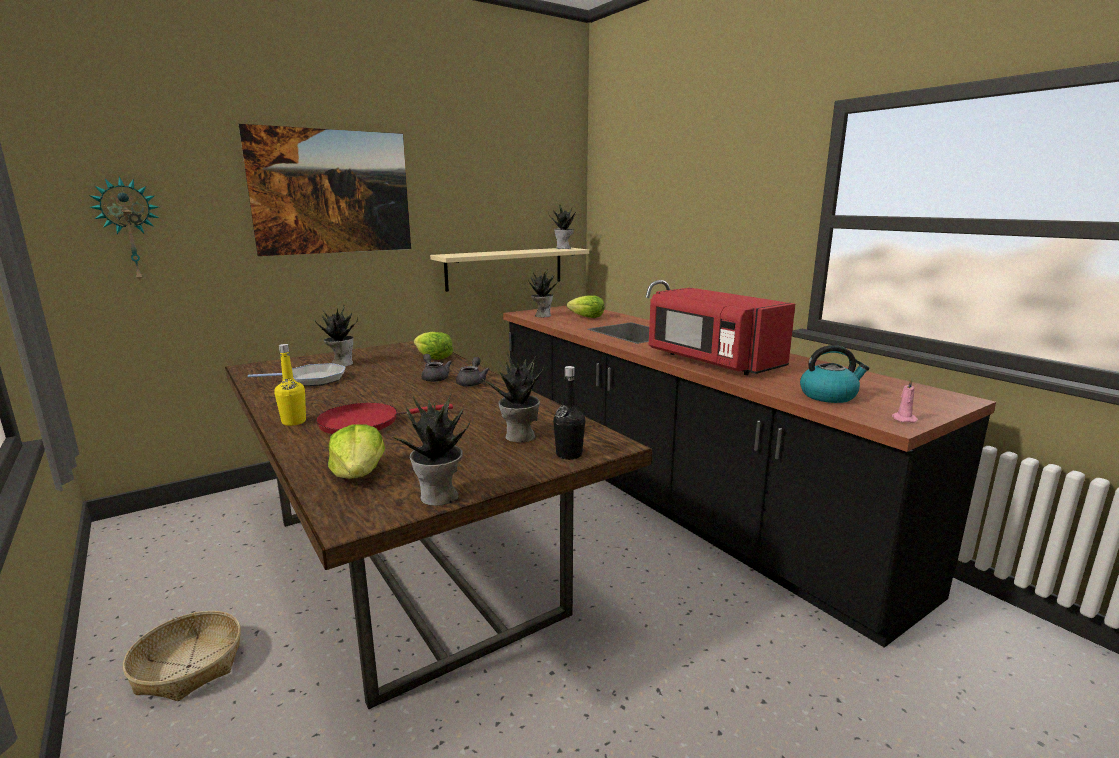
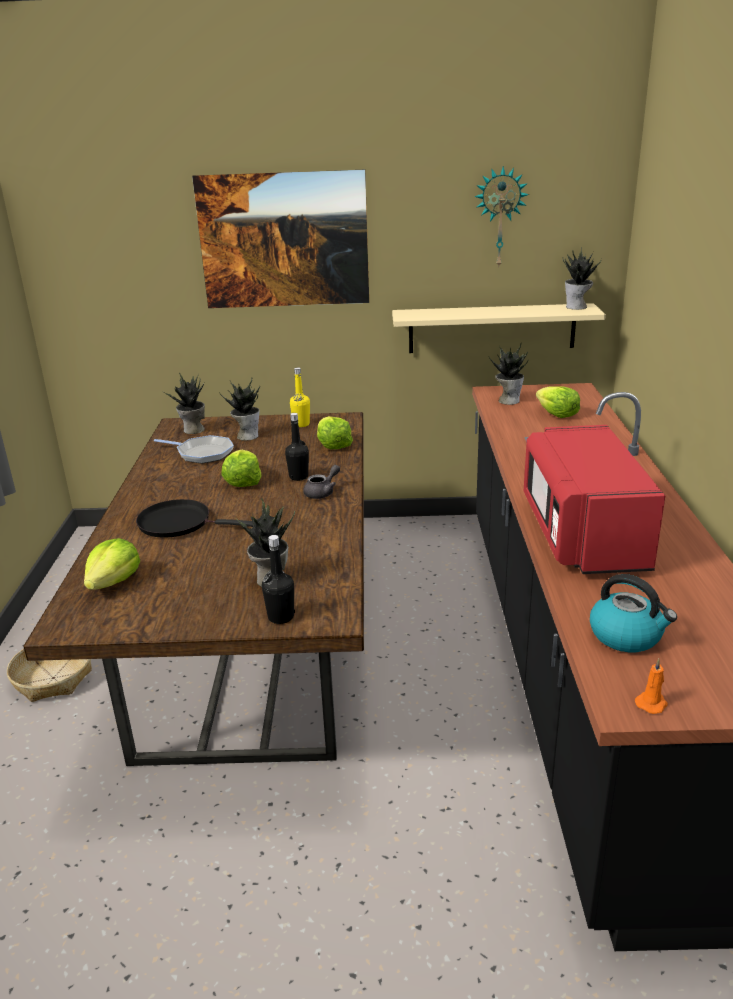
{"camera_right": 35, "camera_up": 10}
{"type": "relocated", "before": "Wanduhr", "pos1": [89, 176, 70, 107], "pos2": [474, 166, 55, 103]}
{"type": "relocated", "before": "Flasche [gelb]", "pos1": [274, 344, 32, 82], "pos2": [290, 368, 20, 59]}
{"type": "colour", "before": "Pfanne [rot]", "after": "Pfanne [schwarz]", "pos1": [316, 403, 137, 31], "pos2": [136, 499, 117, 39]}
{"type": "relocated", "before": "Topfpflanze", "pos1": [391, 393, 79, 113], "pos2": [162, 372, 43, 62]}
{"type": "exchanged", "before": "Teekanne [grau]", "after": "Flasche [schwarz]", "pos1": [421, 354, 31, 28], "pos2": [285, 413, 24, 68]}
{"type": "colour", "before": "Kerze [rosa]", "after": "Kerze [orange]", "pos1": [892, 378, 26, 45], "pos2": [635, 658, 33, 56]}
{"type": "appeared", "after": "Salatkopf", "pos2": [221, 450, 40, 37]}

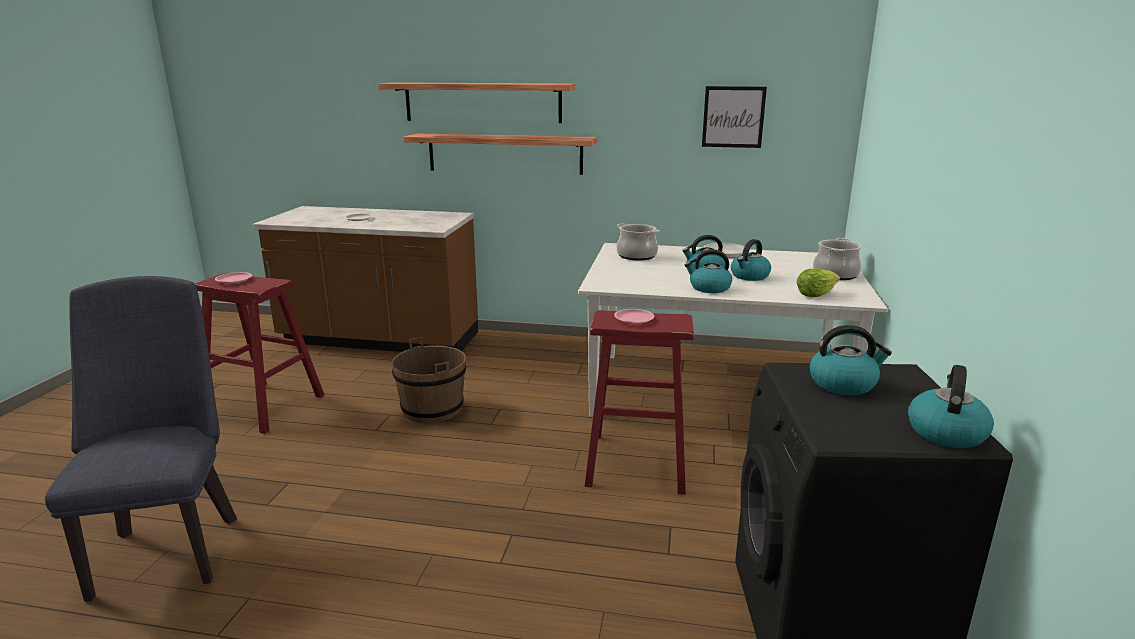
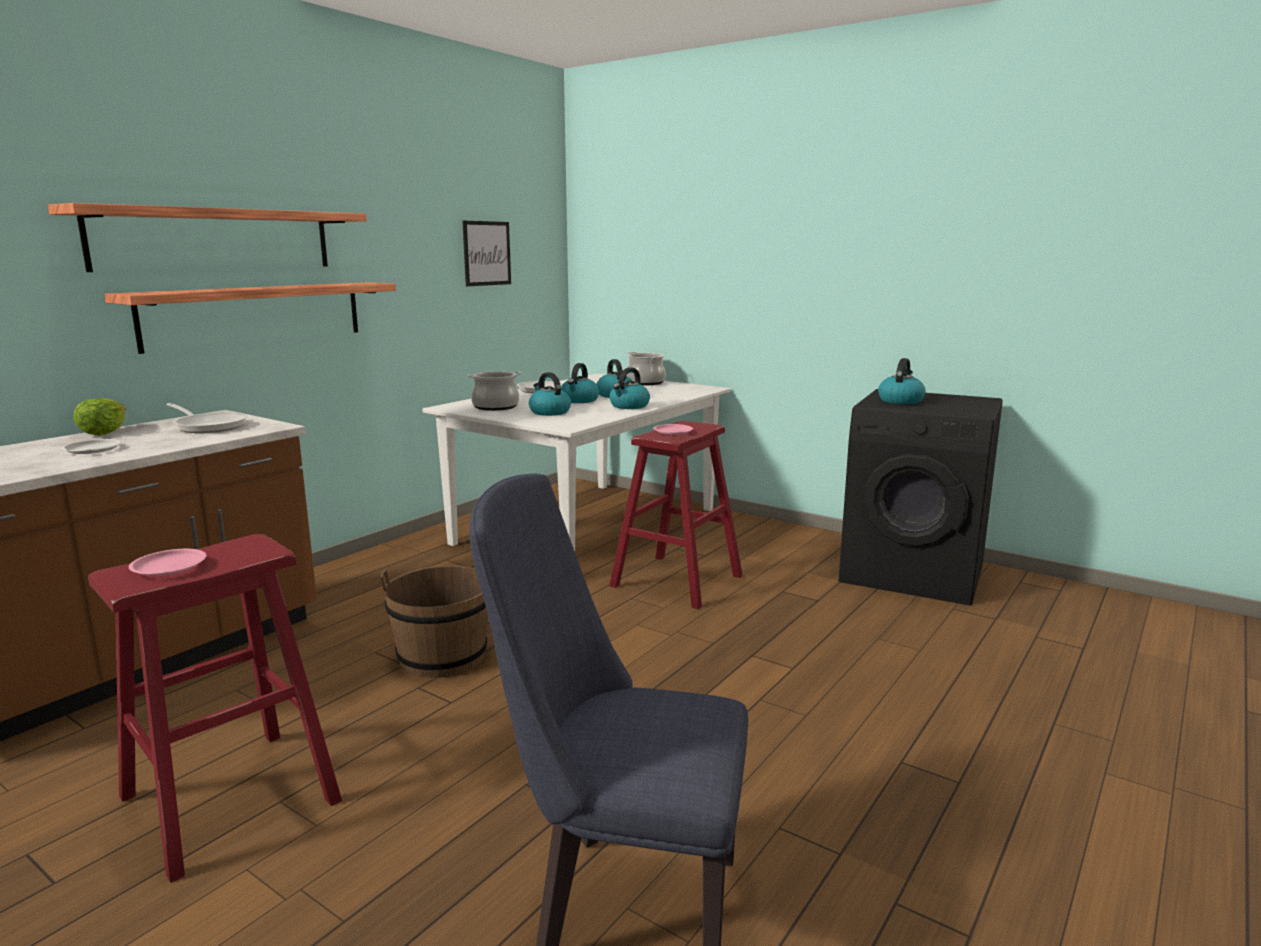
{"camera_right": -65, "camera_up": -5}
{"type": "relocated", "before": "Salatkopf", "pos1": [797, 269, 43, 28], "pos2": [73, 398, 53, 38]}
{"type": "relocated", "before": "Wasserkessel", "pos1": [908, 365, 86, 83], "pos2": [529, 372, 42, 44]}
{"type": "appeared", "after": "Pfanne", "pos2": [166, 403, 82, 30]}

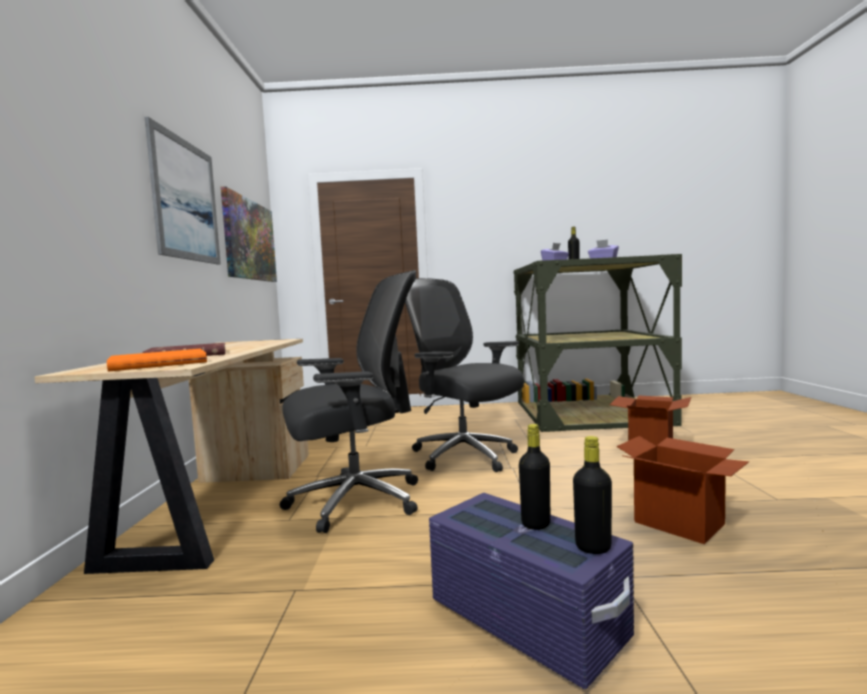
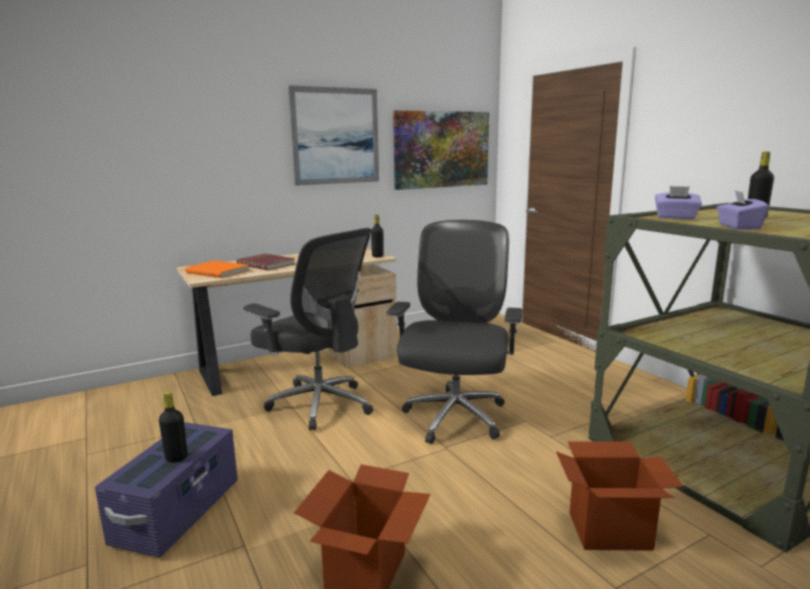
{"camera_right": 60, "camera_up": 10}
{"type": "relocated", "before": "Flasche [schwarz]", "pos1": [573, 436, 39, 118], "pos2": [371, 215, 13, 42]}

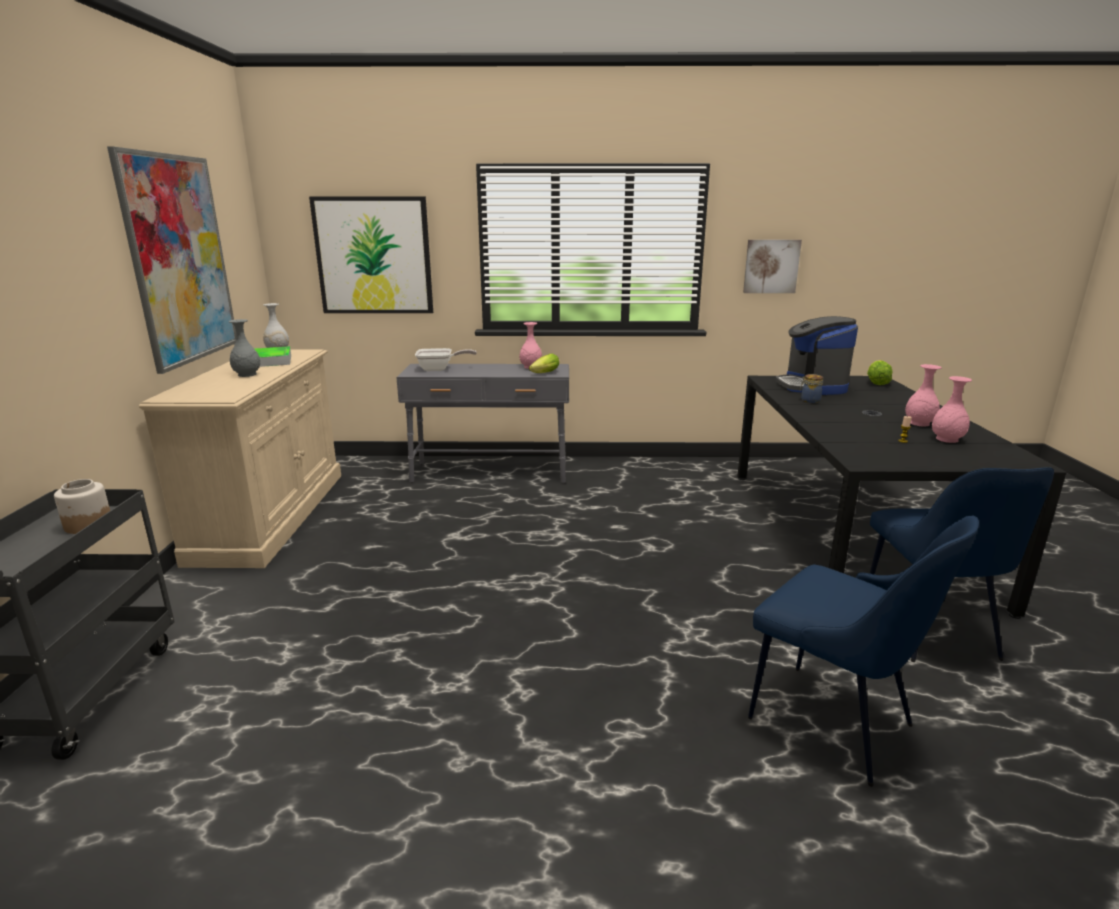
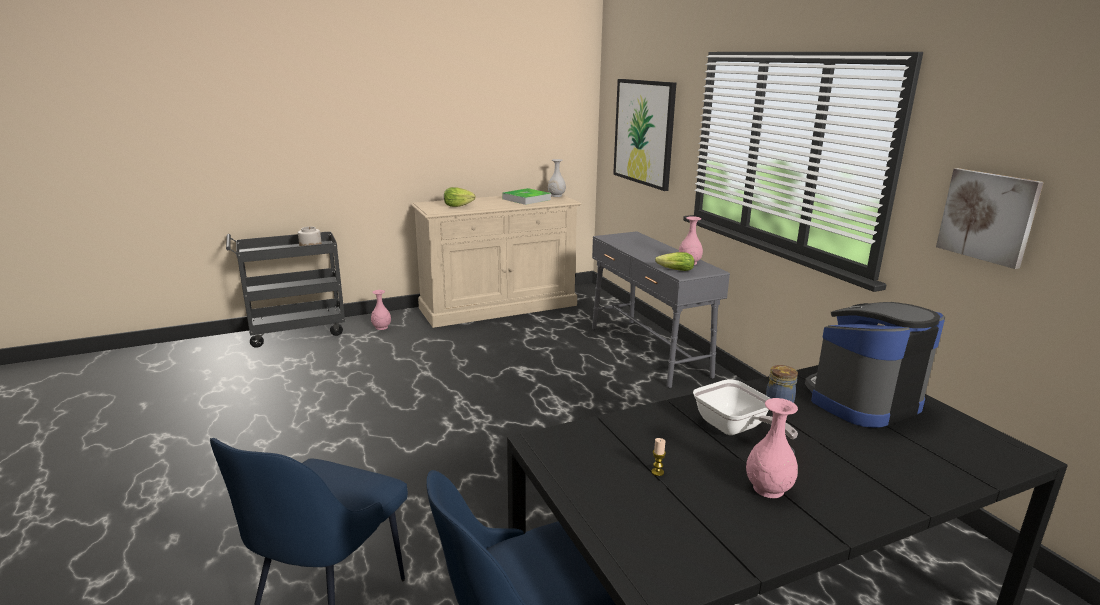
{"camera_right": 65, "camera_up": 0}
{"type": "missing", "before": "Bild", "pos1": [107, 146, 130, 228]}
{"type": "missing", "before": "Vase [grau]", "pos1": [229, 319, 31, 58]}
{"type": "relocated", "before": "Pfanne", "pos1": [415, 348, 62, 23], "pos2": [693, 379, 105, 60]}
{"type": "relocated", "before": "Salatkopf", "pos1": [867, 360, 26, 25], "pos2": [444, 187, 31, 20]}
{"type": "relocated", "before": "Vase [rosa]", "pos1": [932, 376, 40, 67], "pos2": [371, 290, 20, 40]}

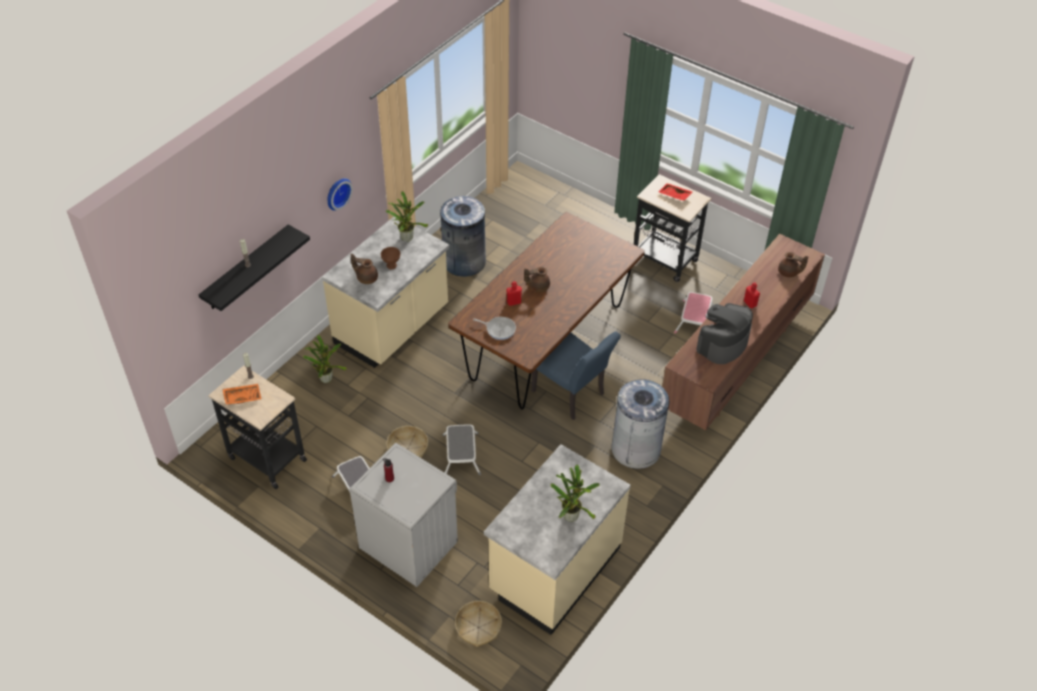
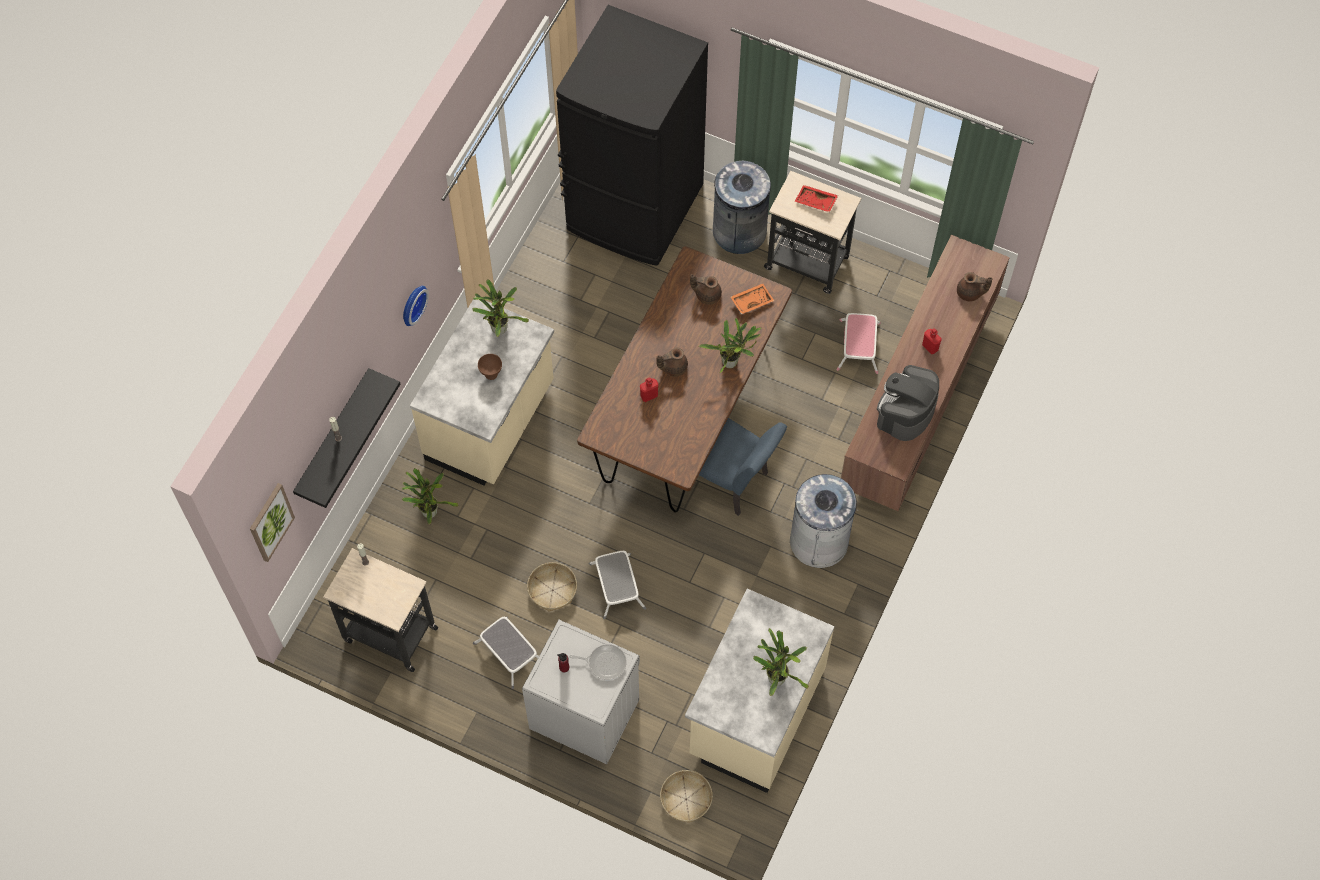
{"camera_right": -10, "camera_up": 15}
{"type": "relocated", "before": "Tablett [orange]", "pos1": [222, 384, 40, 21], "pos2": [730, 284, 44, 30]}
{"type": "relocated", "before": "Teekanne [braun]", "pos1": [351, 254, 27, 30], "pos2": [690, 274, 32, 31]}
{"type": "relocated", "before": "Mülleimer [grau]", "pos1": [440, 196, 46, 81], "pos2": [713, 161, 58, 93]}
{"type": "relocated", "before": "Pfanne", "pos1": [473, 317, 43, 23], "pos2": [570, 644, 57, 36]}
{"type": "appeared", "after": "Bild", "pos2": [250, 483, 45, 79]}
{"type": "appeared", "after": "Kühlschrank [schwarz]", "pos2": [556, 5, 152, 260]}
{"type": "appeared", "after": "Topfpflanze", "pos2": [699, 318, 62, 55]}

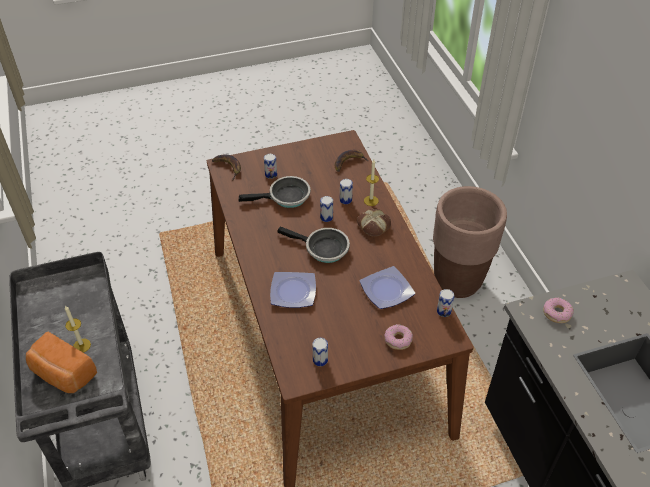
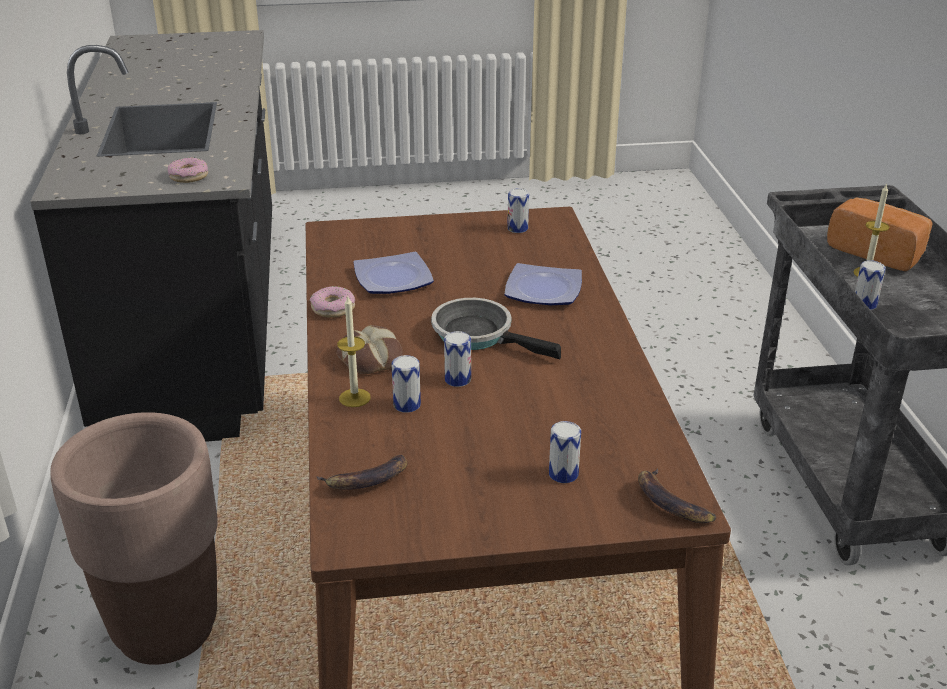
{"camera_right": -170, "camera_up": -15}
{"type": "missing", "before": "Pfanne", "pos1": [239, 176, 71, 32]}
{"type": "relocated", "before": "Donut", "pos1": [385, 324, 28, 26], "pos2": [310, 286, 45, 32]}
{"type": "relocated", "before": "Dose", "pos1": [437, 289, 18, 28], "pos2": [855, 260, 31, 50]}

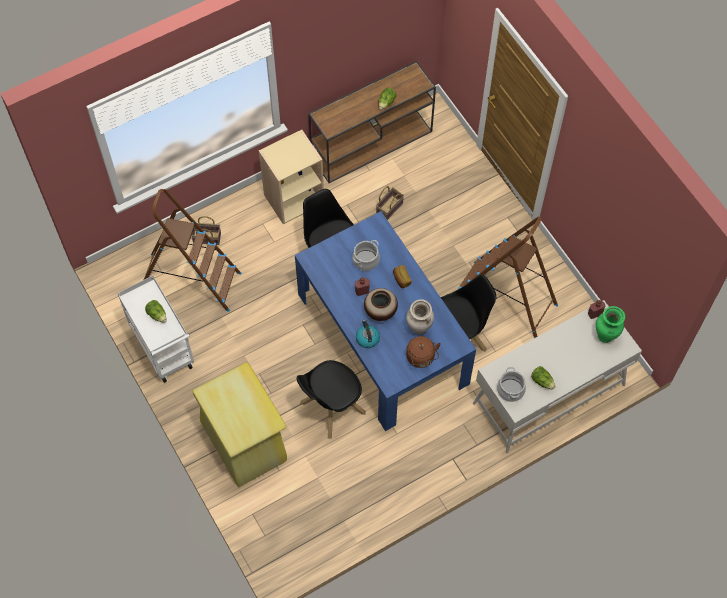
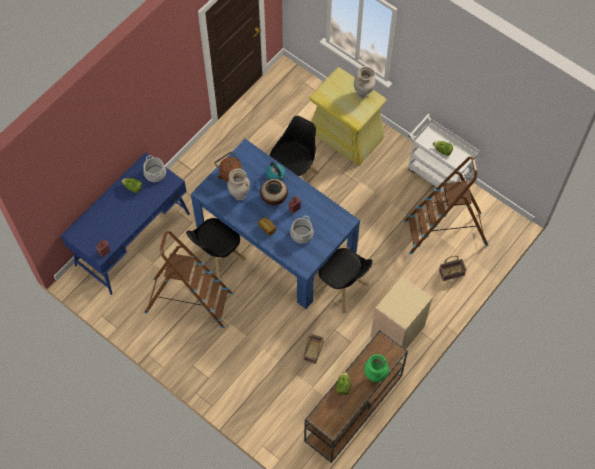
{"camera_right": 160, "camera_up": 0}
{"type": "colour", "before": "Schreibtisch [weiß]", "after": "Schreibtisch [blau]", "pos1": [473, 300, 169, 153], "pos2": [61, 152, 129, 143]}
{"type": "relocated", "before": "Vase [grün]", "pos1": [596, 306, 29, 37], "pos2": [364, 354, 25, 28]}
{"type": "appeared", "after": "Vase [beige]", "pos2": [354, 66, 21, 32]}

